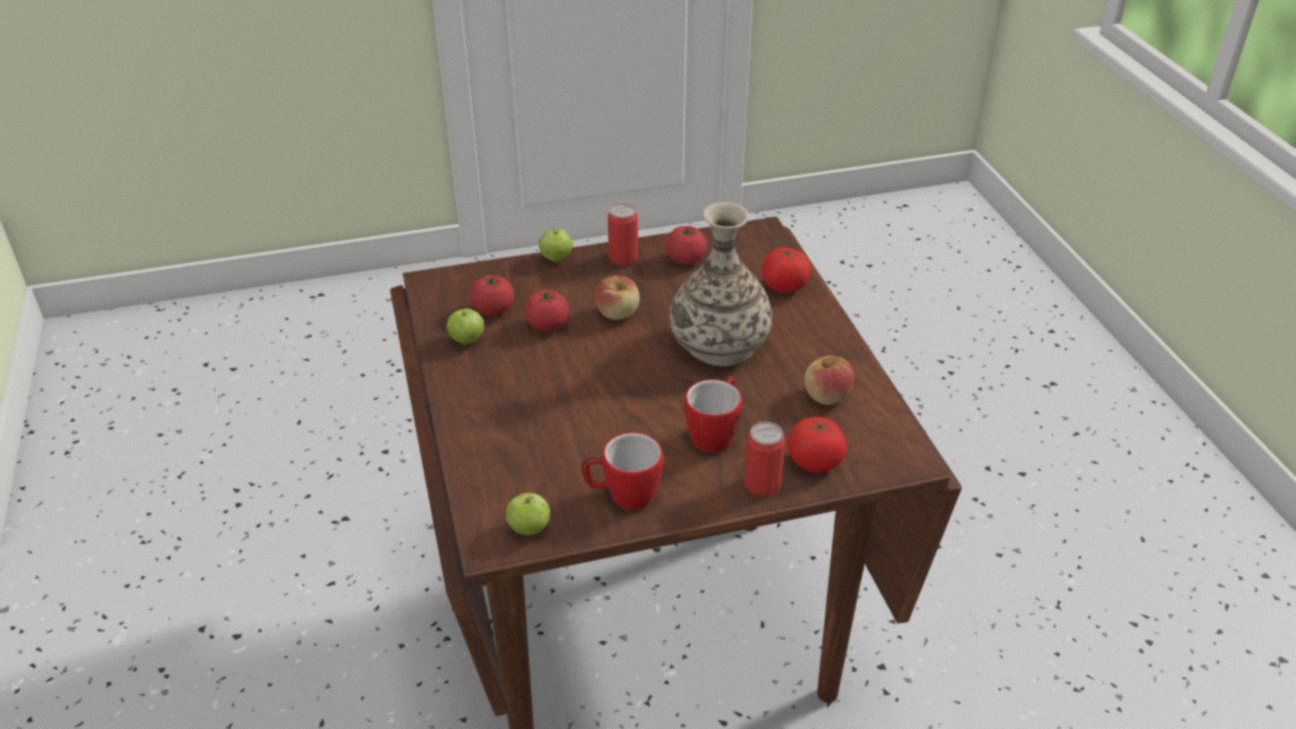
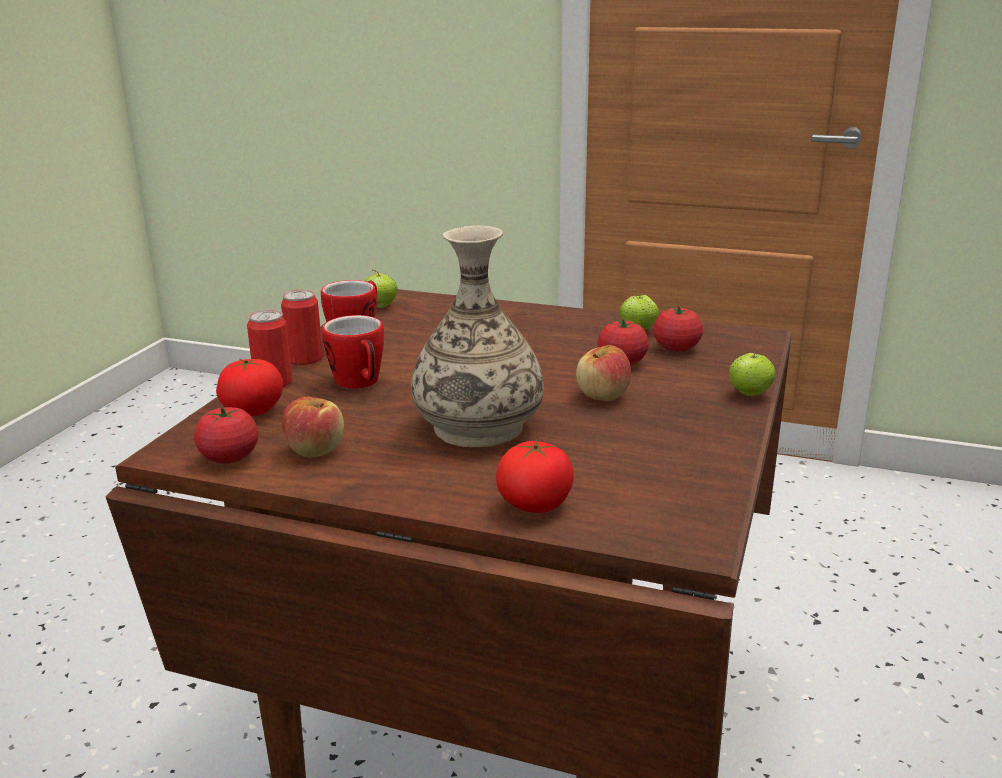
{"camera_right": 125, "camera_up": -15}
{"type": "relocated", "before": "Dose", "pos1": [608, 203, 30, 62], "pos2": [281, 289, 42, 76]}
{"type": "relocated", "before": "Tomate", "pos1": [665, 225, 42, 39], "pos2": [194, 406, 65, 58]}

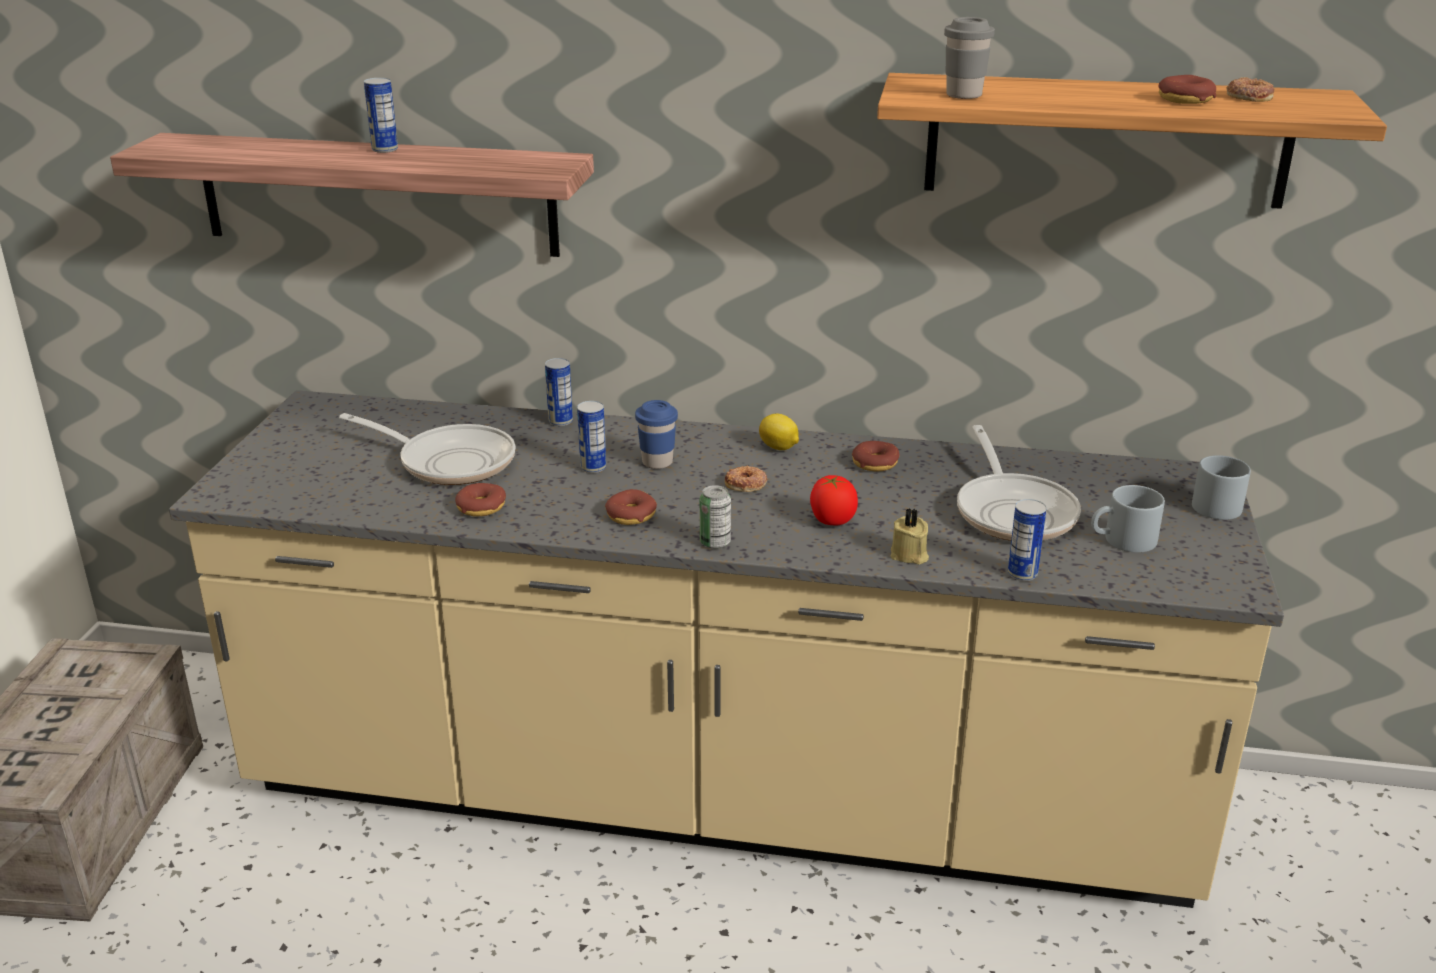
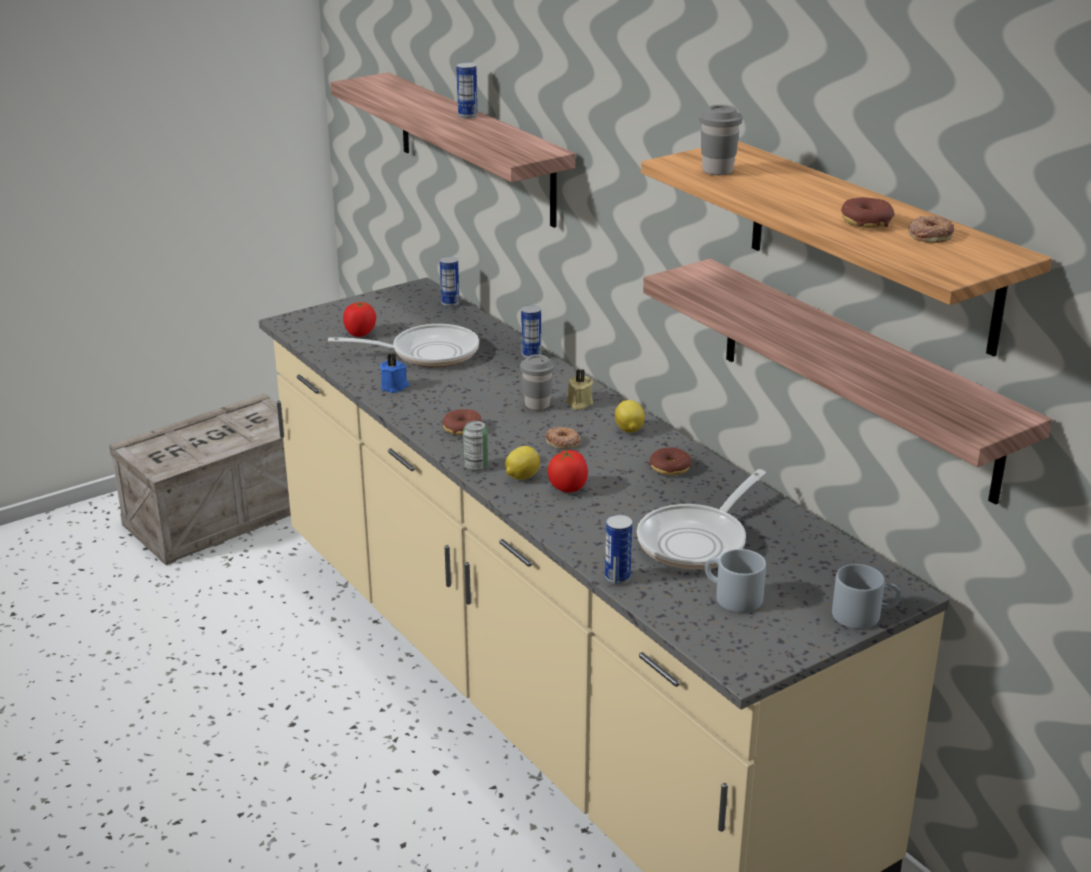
{"camera_right": 45, "camera_up": 0}
{"type": "spun", "before": "Pfanne", "pos1": [339, 413, 176, 72], "pos2": [328, 324, 151, 43], "turn": -75}
{"type": "exchanged", "before": "Donut", "after": "Kerze [blau]", "pos1": [455, 483, 51, 33], "pos2": [380, 354, 29, 39]}
{"type": "relocated", "before": "Dose", "pos1": [577, 401, 29, 72], "pos2": [440, 256, 19, 51]}
{"type": "colour", "before": "Tasse [blau]", "after": "Tasse [grau]", "pos1": [635, 400, 43, 69], "pos2": [520, 354, 34, 56]}
{"type": "relocated", "before": "Kerze [beige]", "pos1": [891, 508, 38, 57], "pos2": [566, 369, 27, 41]}
{"type": "appeared", "after": "Tomate", "pos2": [343, 302, 33, 35]}
{"type": "appeared", "after": "Zitrone", "pos2": [505, 446, 35, 34]}
{"type": "appeared", "after": "Wandregal", "pos2": [643, 259, 409, 246]}

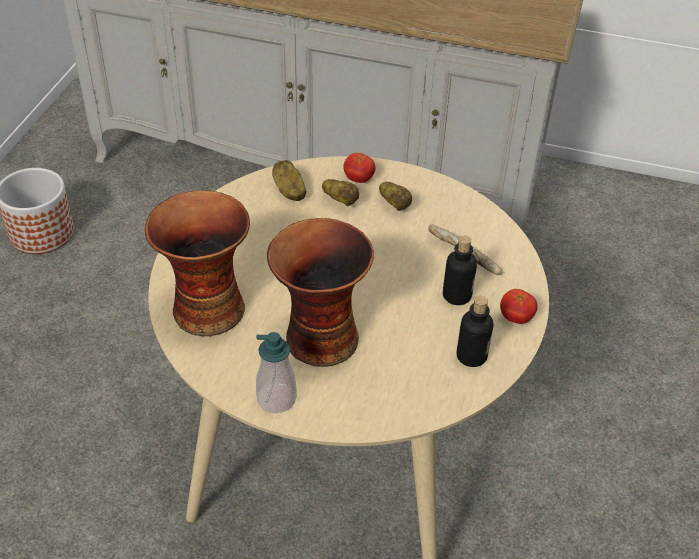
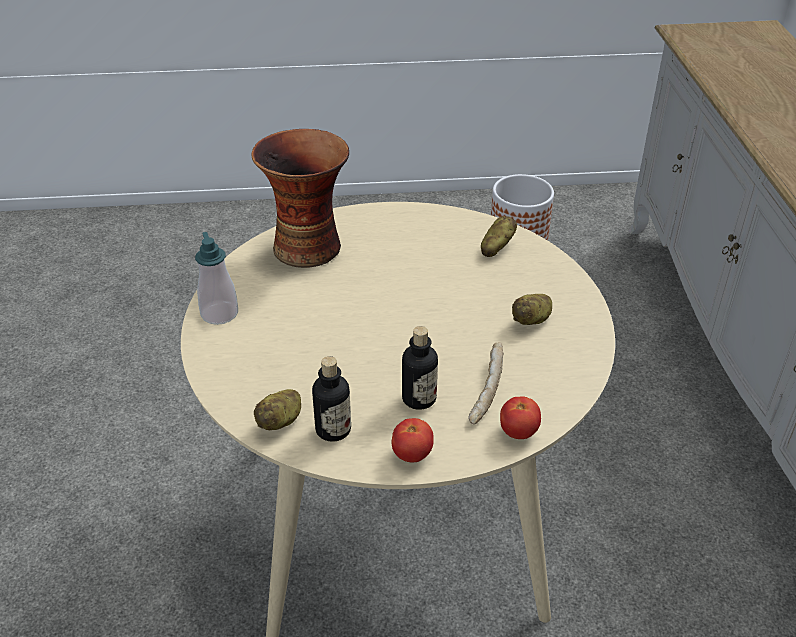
{"camera_right": 70, "camera_up": -5}
{"type": "missing", "before": "Vase", "pos1": [267, 218, 107, 149]}
{"type": "relocated", "before": "Kartoffel", "pos1": [322, 179, 37, 27], "pos2": [254, 389, 47, 41]}
{"type": "relocated", "before": "Tomate", "pos1": [343, 153, 32, 30], "pos2": [500, 396, 41, 43]}

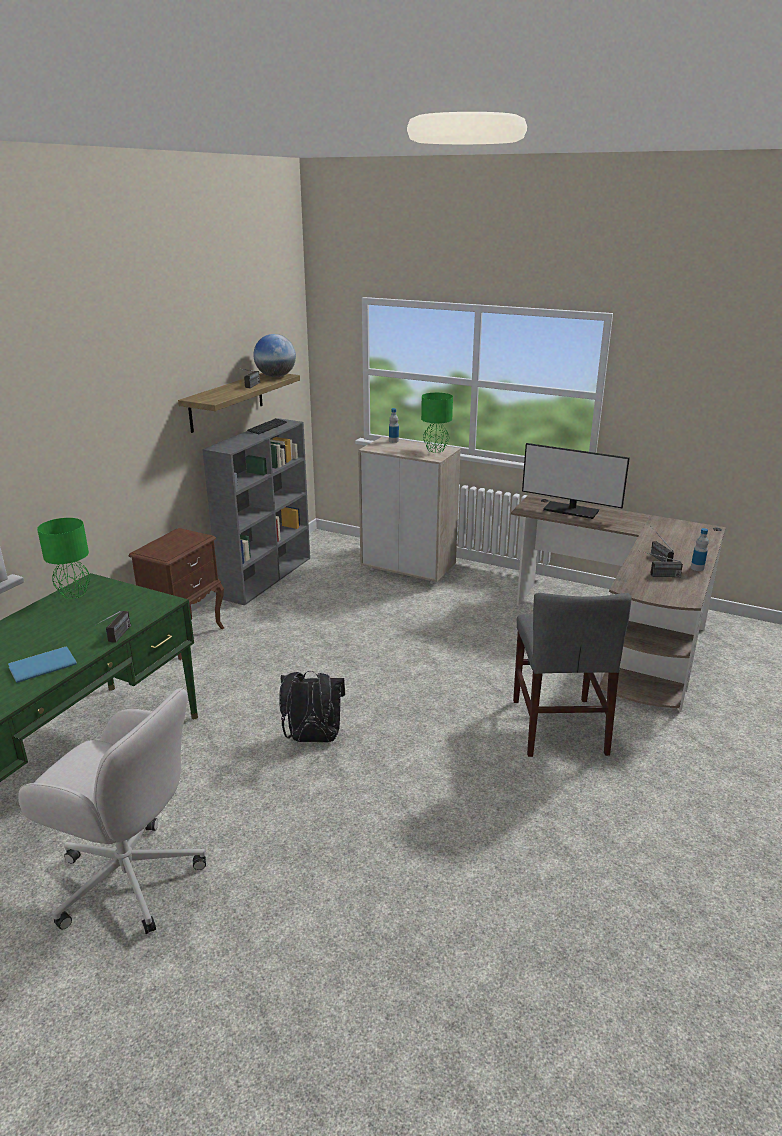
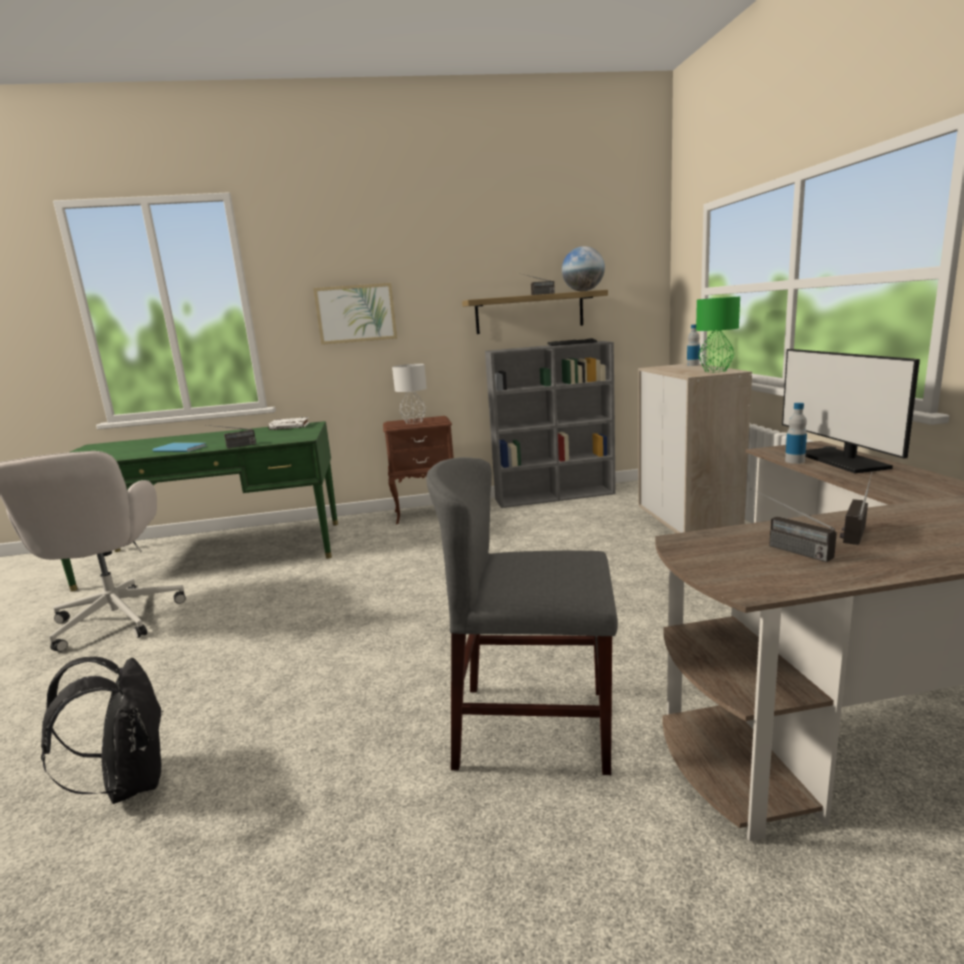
{"camera_right": 55, "camera_up": -10}
{"type": "exchanged", "before": "Tischlampe [grün]", "after": "Buch [weiß]", "pos1": [37, 518, 53, 81], "pos2": [268, 417, 41, 13]}
{"type": "relocated", "before": "Rucksack [schwarz]", "pos1": [279, 671, 66, 71], "pos2": [41, 657, 122, 147]}
{"type": "spun", "before": "Stuhl [grau]", "pos1": [513, 593, 119, 164], "pos2": [426, 457, 192, 318], "turn": 45}
{"type": "relocated", "before": "Flasche", "pos1": [691, 528, 18, 43], "pos2": [785, 403, 22, 61]}
{"type": "appeared", "after": "Bild", "pos2": [313, 283, 84, 62]}
{"type": "appeared", "after": "Tischlampe [grau]", "pos2": [392, 364, 35, 60]}

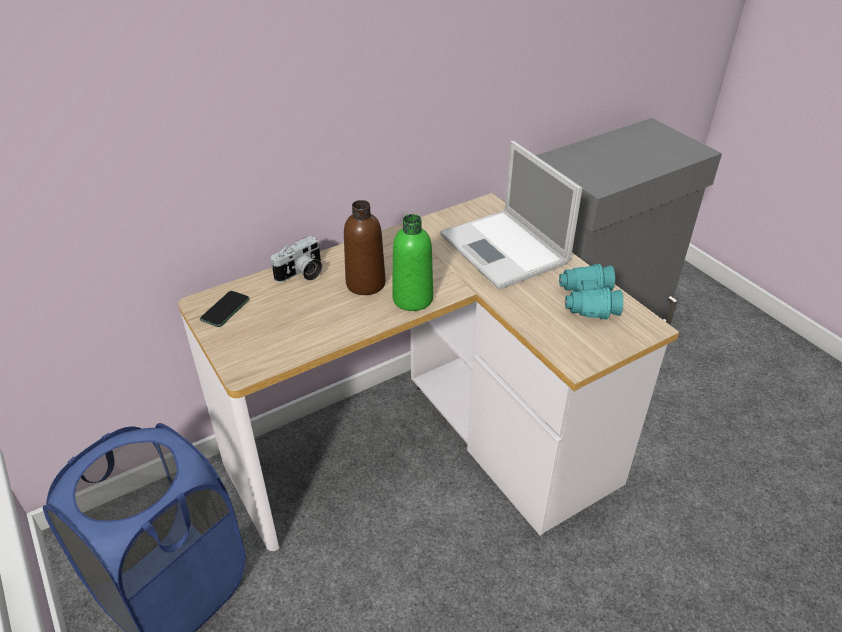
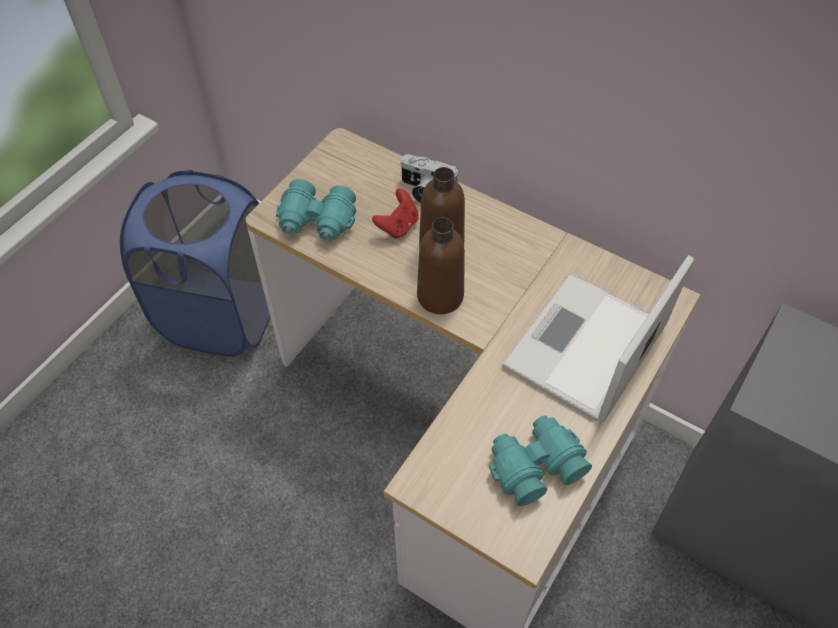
{"camera_right": 65, "camera_up": 15}
{"type": "missing", "before": "Handy", "pos1": [200, 291, 50, 36]}
{"type": "colour", "before": "Flasche [grün]", "after": "Flasche [braun]", "pos1": [392, 214, 41, 97], "pos2": [417, 217, 48, 97]}
{"type": "appeared", "after": "Fernglas [türkis]", "pos2": [276, 179, 80, 62]}
{"type": "appeared", "after": "Gamepad [rot]", "pos2": [372, 189, 46, 50]}

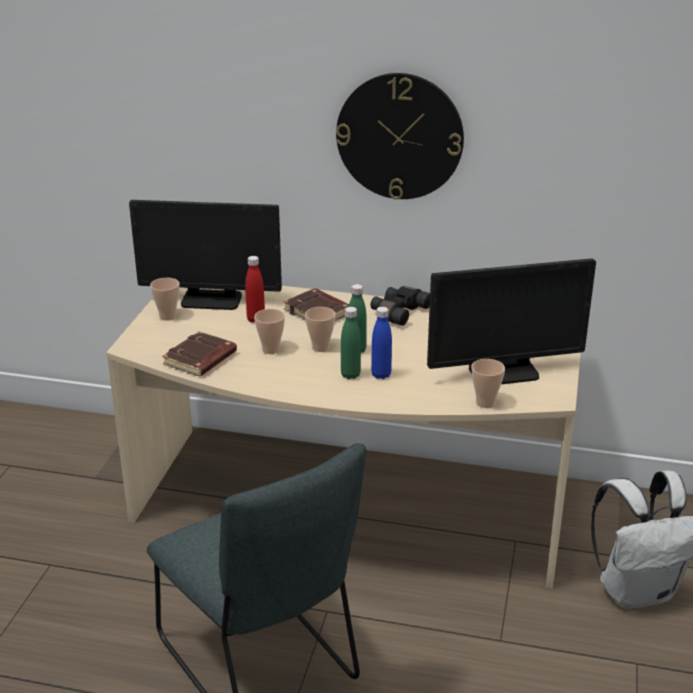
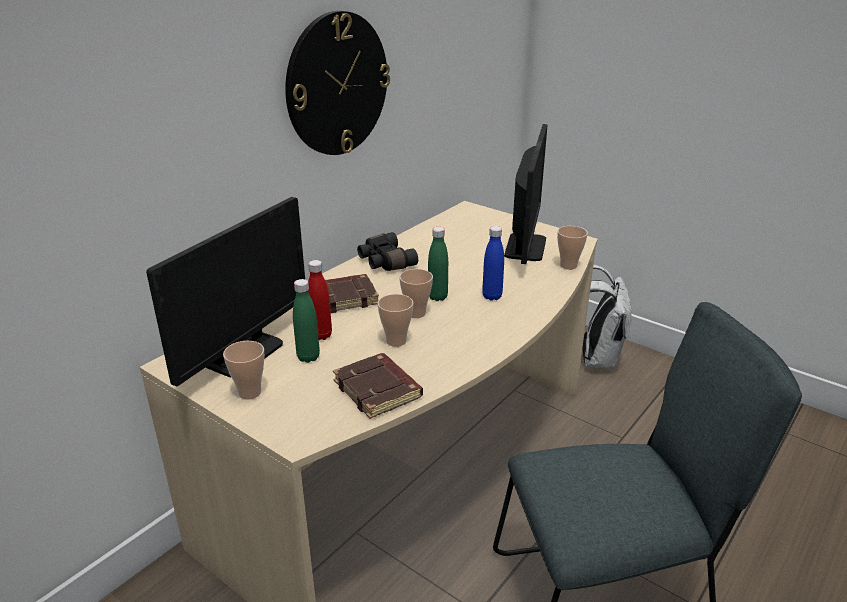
{"camera_right": -65, "camera_up": 0}
{"type": "relocated", "before": "Flasche [grün]", "pos1": [341, 307, 20, 72], "pos2": [293, 279, 27, 84]}

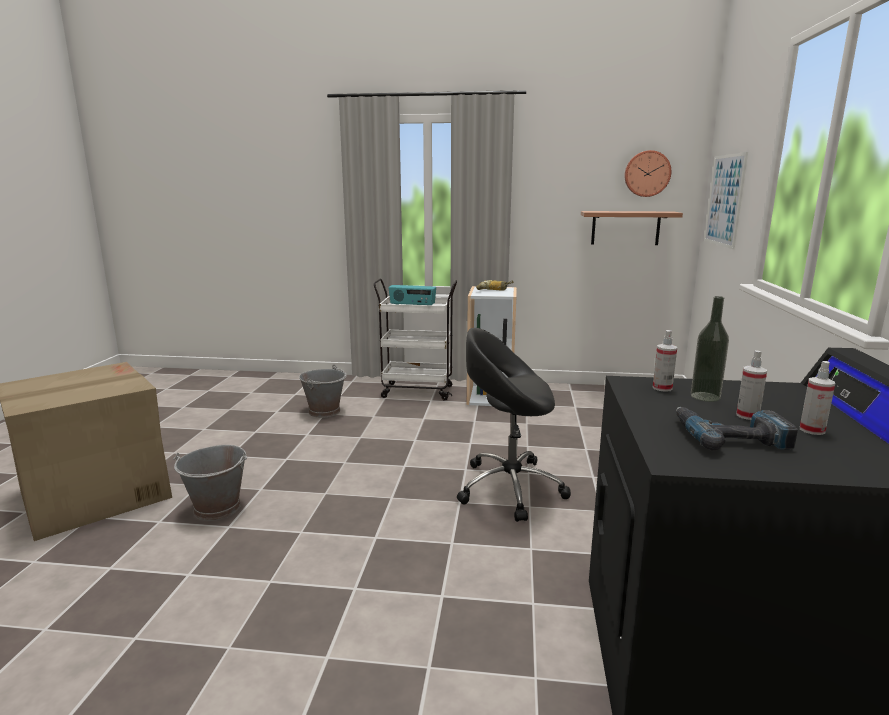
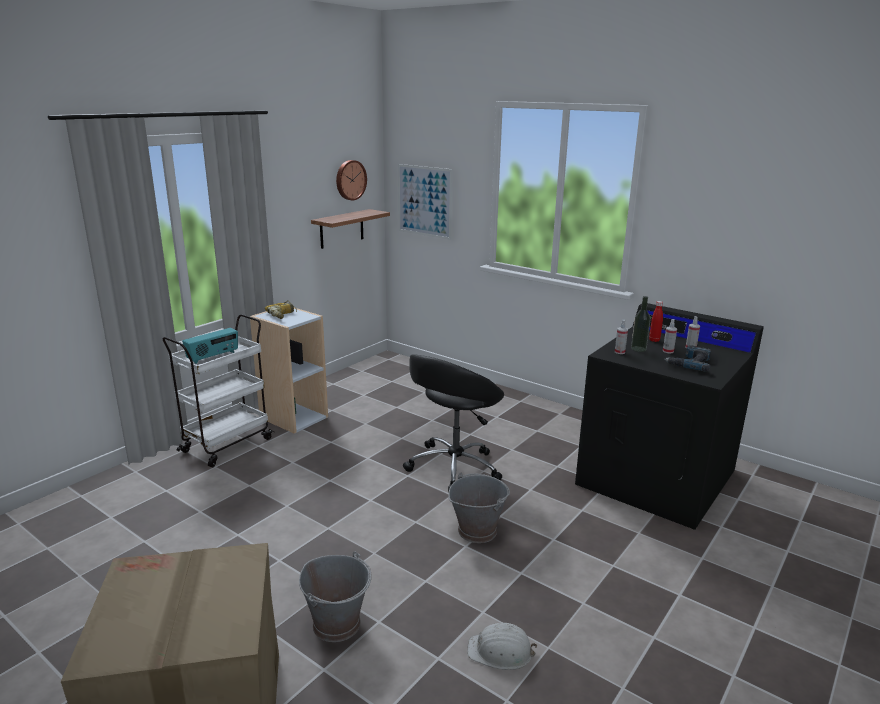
{"camera_right": -60, "camera_up": 5}
{"type": "relocated", "before": "Eimer [grau]", "pos1": [299, 365, 48, 53], "pos2": [448, 473, 62, 70]}
{"type": "appeared", "after": "Schutzhelm [weiß]", "pos2": [467, 623, 70, 47]}
{"type": "appeared", "after": "Flasche [rot]", "pos2": [649, 301, 14, 41]}

